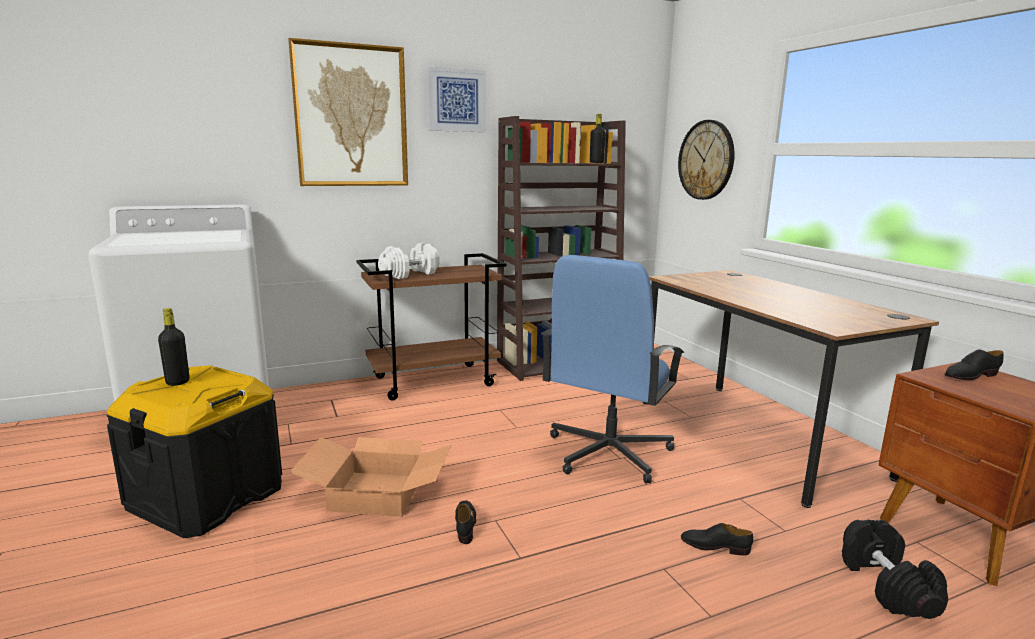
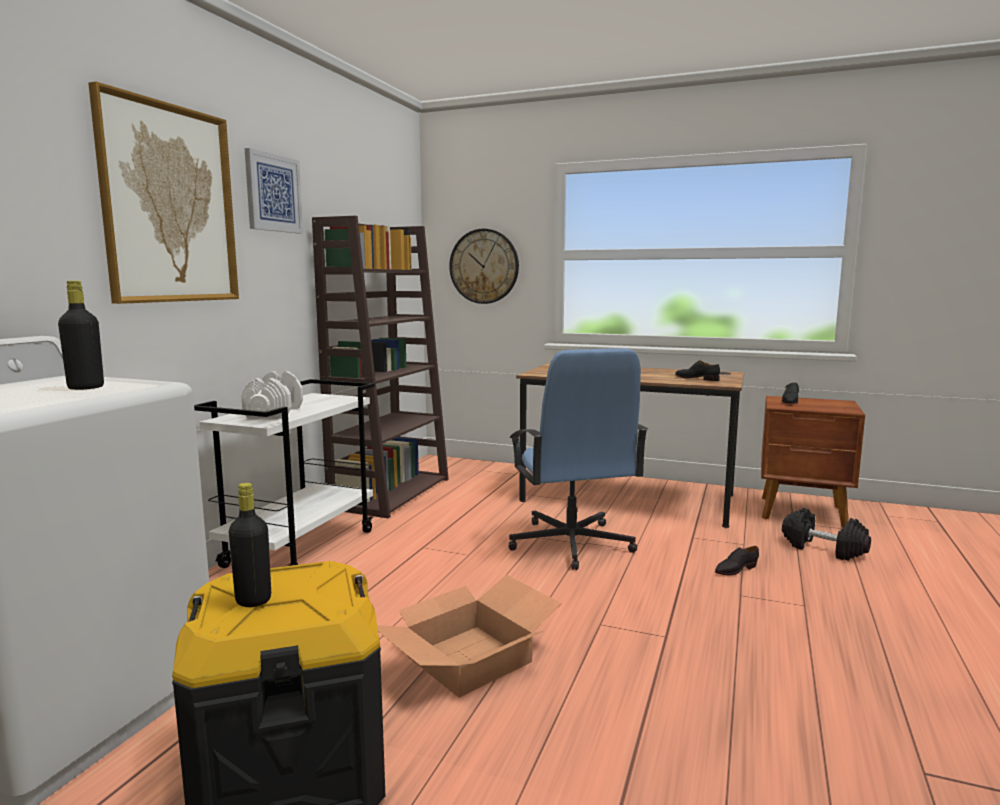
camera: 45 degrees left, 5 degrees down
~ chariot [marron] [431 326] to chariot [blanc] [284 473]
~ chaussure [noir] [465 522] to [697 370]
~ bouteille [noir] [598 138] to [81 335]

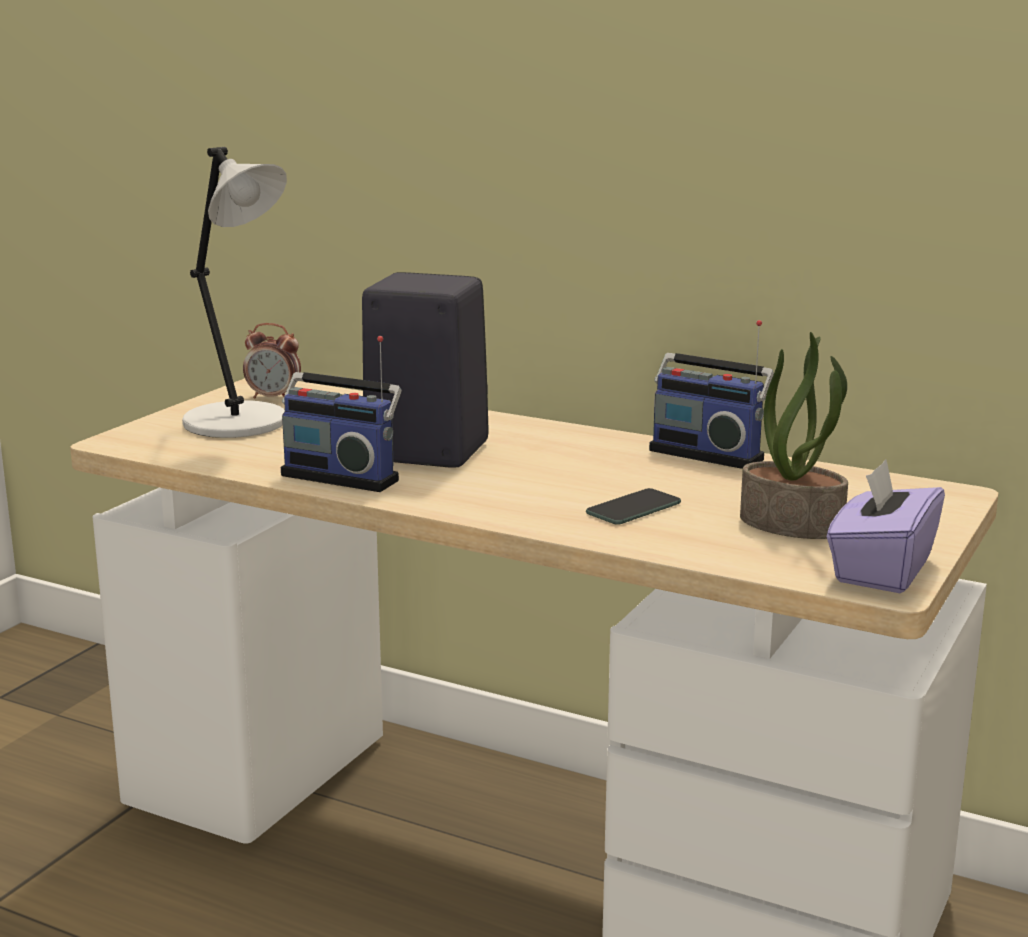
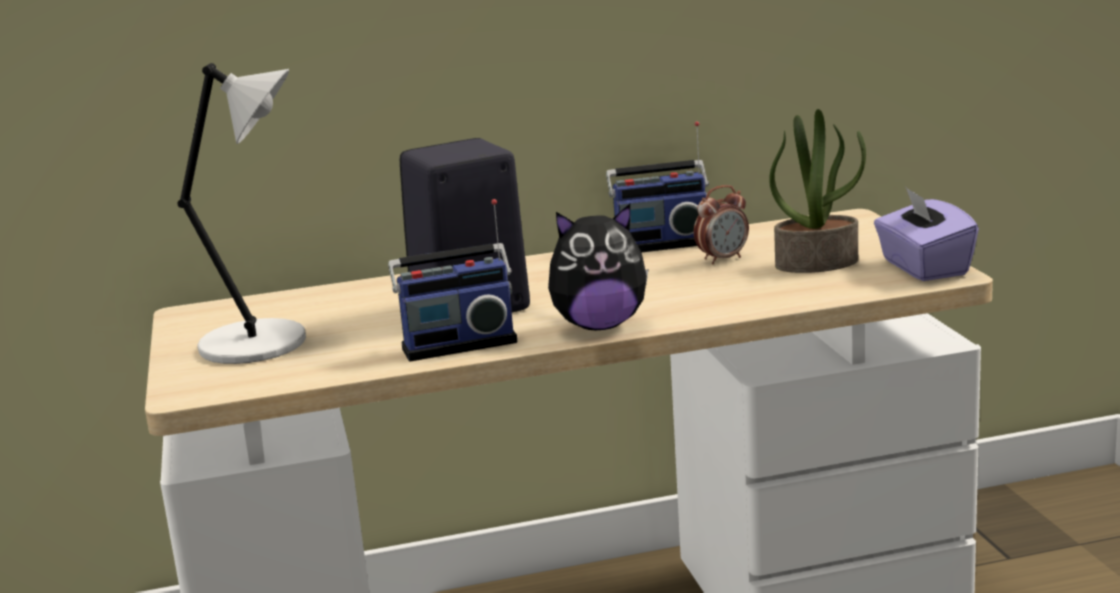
camera: 40 degrees left, 0 degrees up
~ réveil [272 361] to [721 224]
- téléphone [633 506]
+ peluche [598 267]

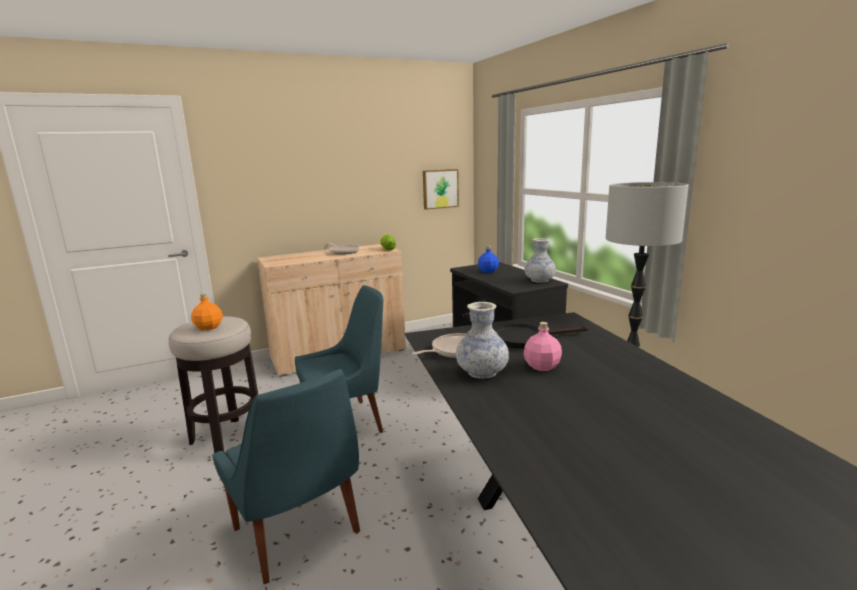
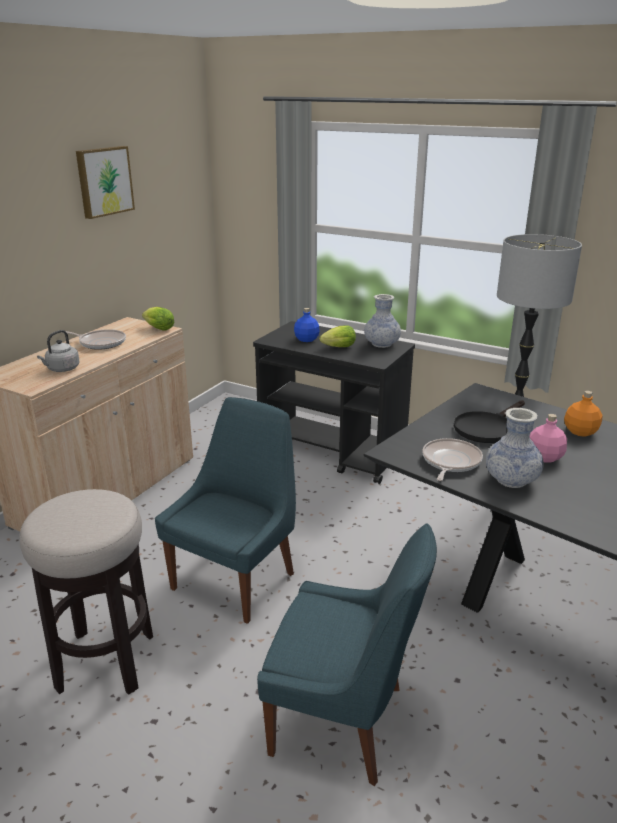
camera: 35 degrees left, 10 degrees up
~ bouteille [orange] [207 311] to [583 414]
~ tableau [441 189] to [105 182]
+ bouilloire [gris] [58 351]
+ laitue [338 336]

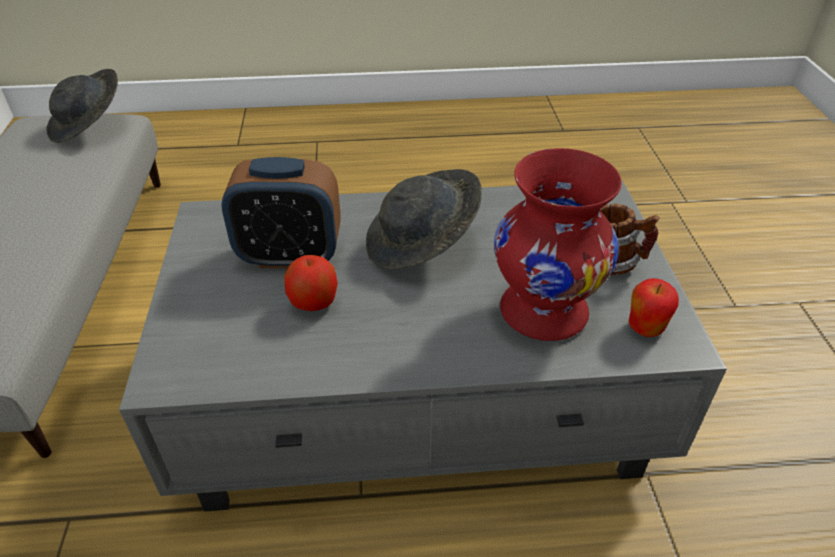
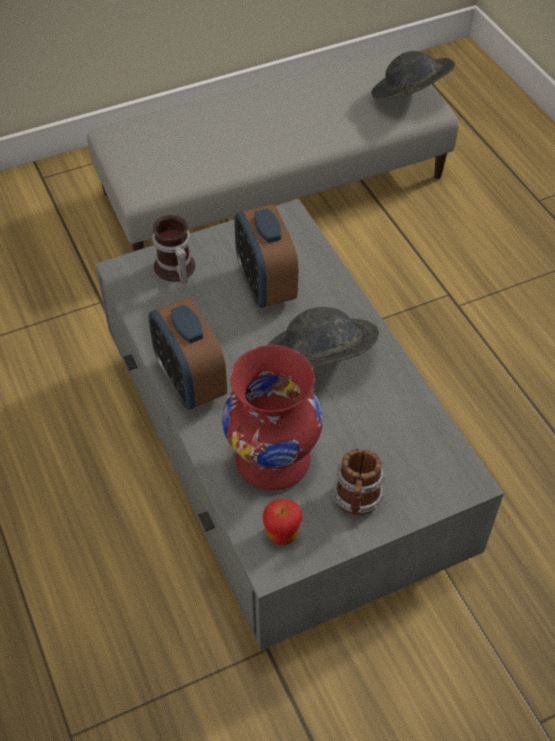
camera: 70 degrees right, 10 degrees up
- pomme [311 283]
+ réveil [187 353]
+ mug [173 249]

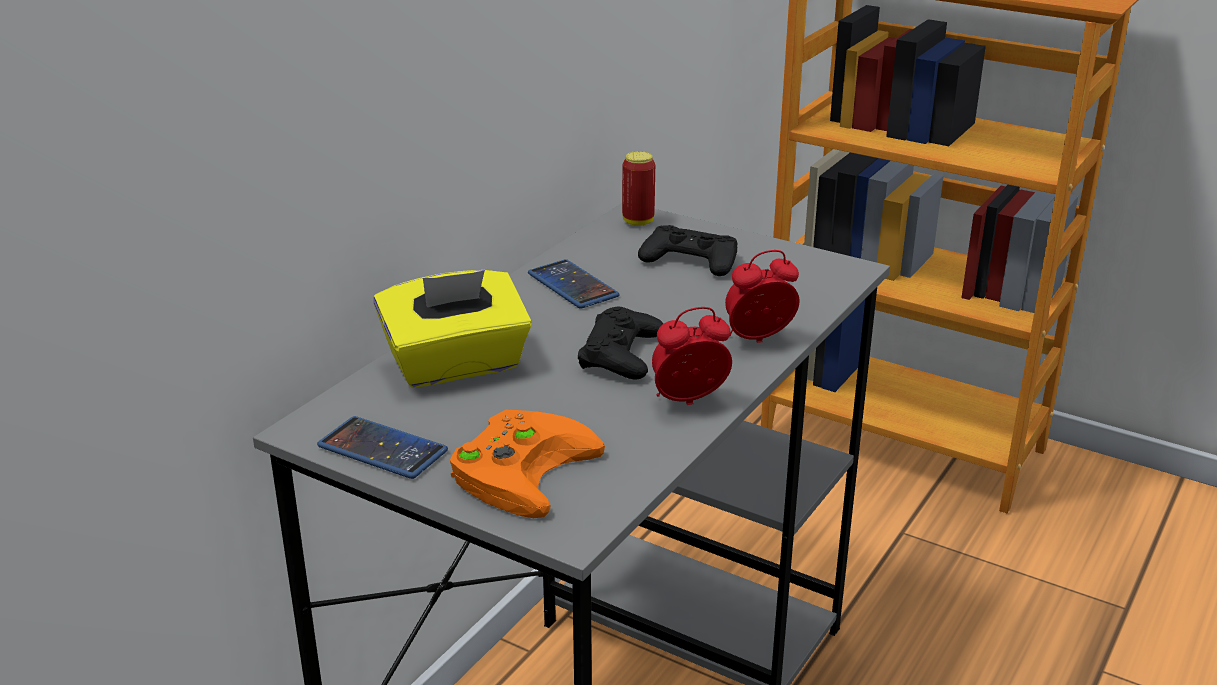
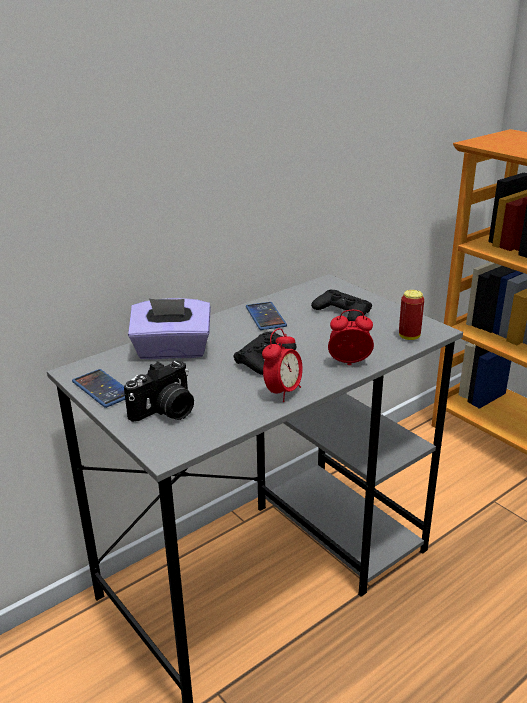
camera: 20 degrees right, 0 degrees up
~ boîte à mouchoirs [jaune] [453 329] to boîte à mouchoirs [violet] [169 328]
~ manette [orange] [527 464] to appareil photo [159 391]
~ boîte métallique [638 188] to [411 315]
~ réveil [692 356] = [282 365] 120 degrees clockwise

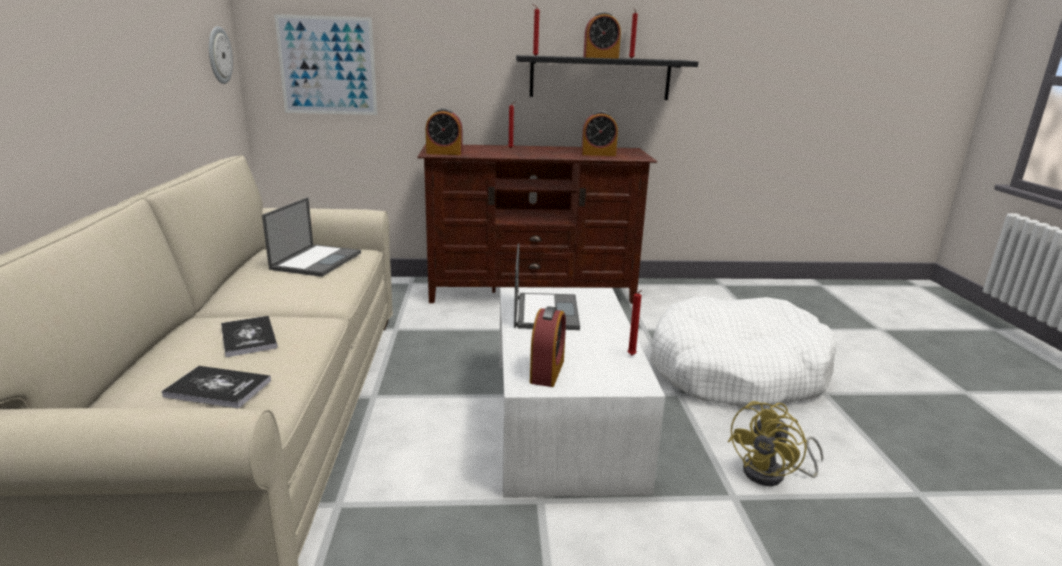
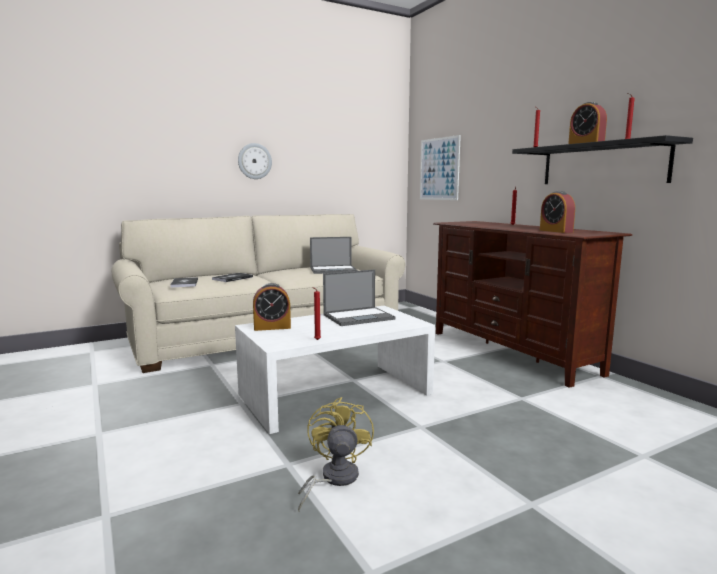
camera: 65 degrees right, 10 degrees down
~ horloge murale [221 55] to [255 161]
- réveil [444 131]
- panier pour chien [blanc] [743 352]
~ ventilateur [jaune] [775 443] = [336 454] 75 degrees clockwise

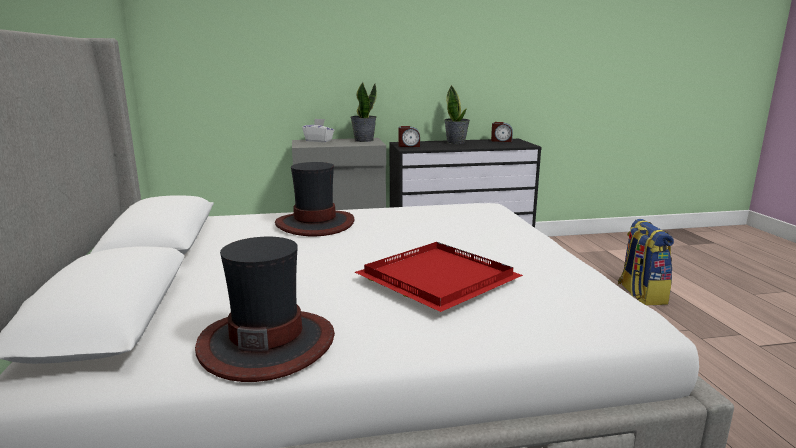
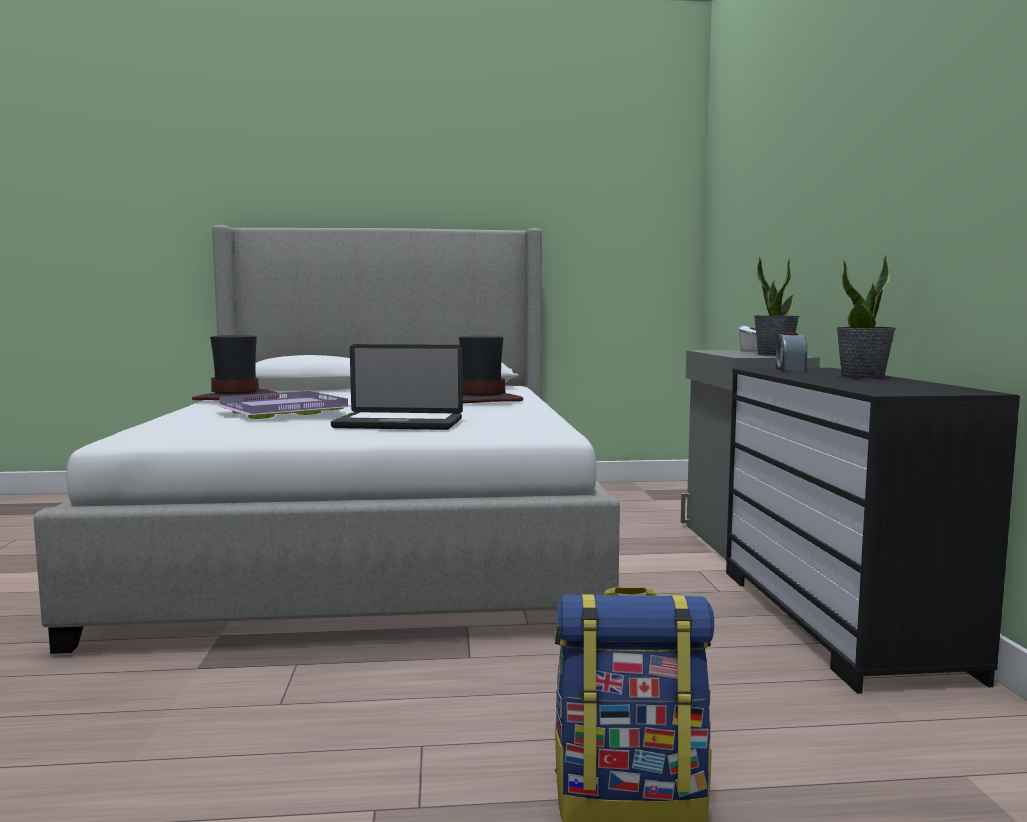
camera: 95 degrees right, 10 degrees down
~ plateau [rouge] [439 277] to plateau [violet] [282 405]
- réveil [502 132]
+ ordinateur portable [397 387]

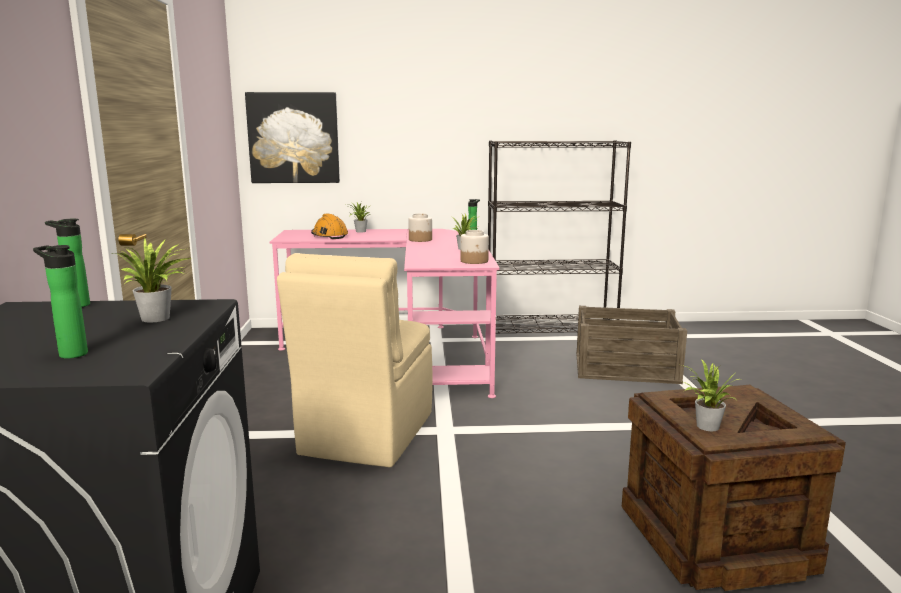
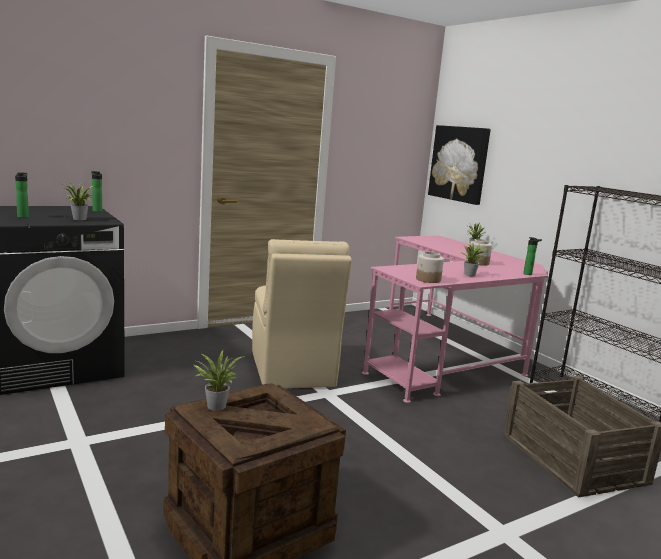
camera: 60 degrees right, 0 degrees up
~ chaise [beige] [354 360] = [302 313] 90 degrees counterclockwise
- casque de chantier [orange] [329 226]

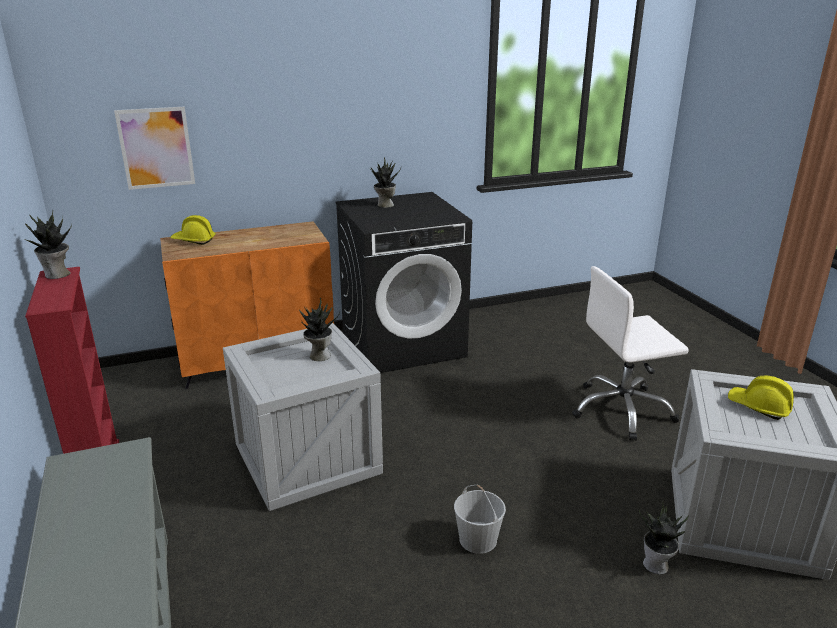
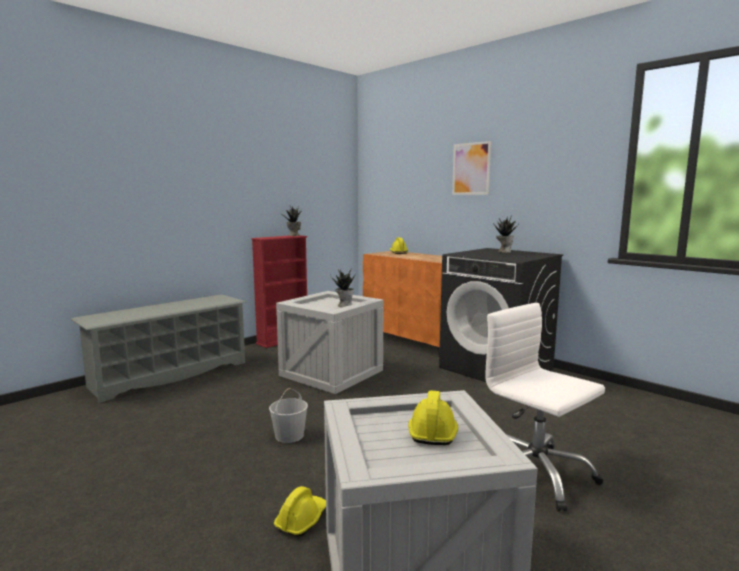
camera: 65 degrees right, 15 degrees down
~ tableau [154 148] to [471 168]
~ plante en pot [663 538] to casque de chantier [jaune] [300 511]

